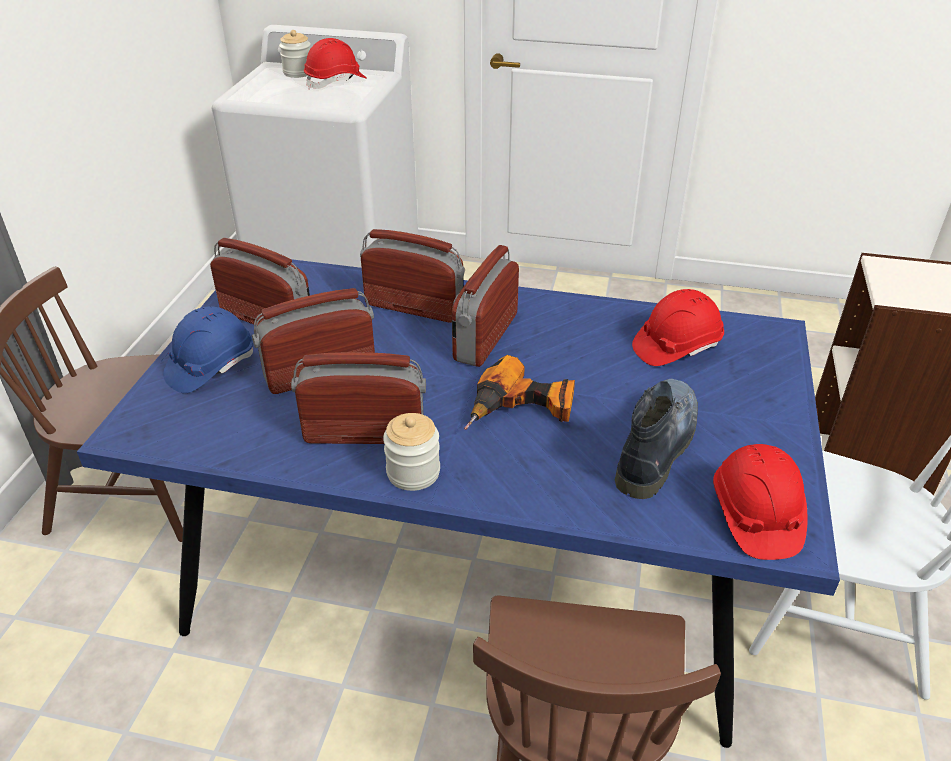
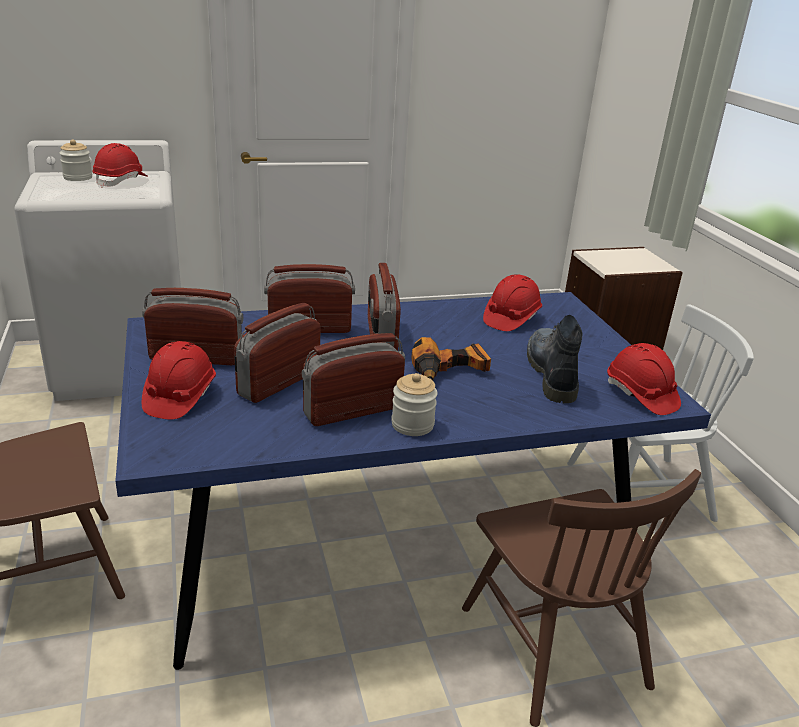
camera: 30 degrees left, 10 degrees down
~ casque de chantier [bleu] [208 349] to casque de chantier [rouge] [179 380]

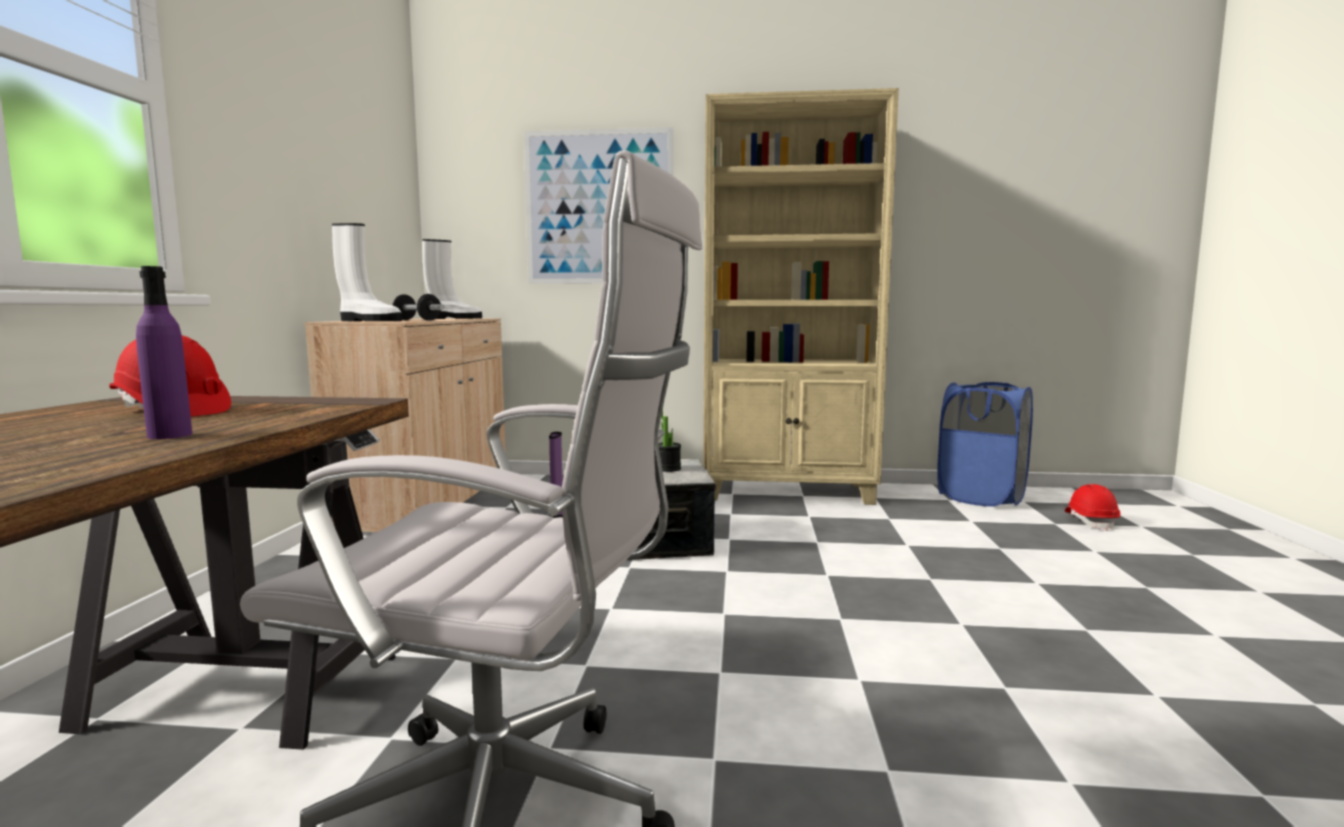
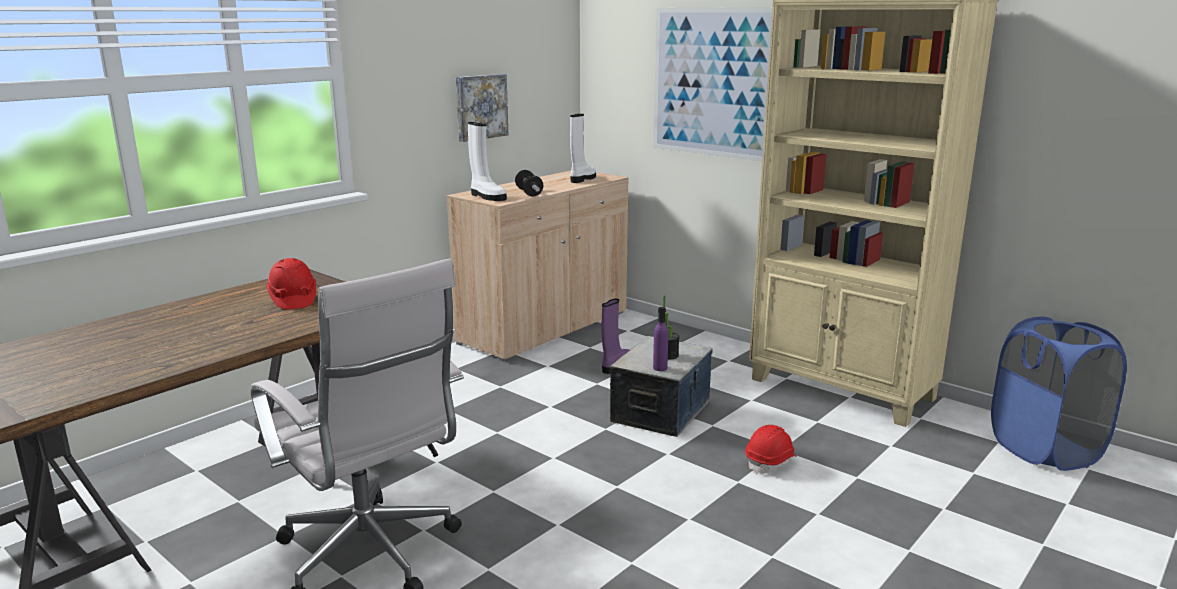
camera: 35 degrees right, 10 degrees up
~ bouteille [violet] [164 352] to [660 339]
~ botte [blanc] [452 279] = [583 148] 75 degrees counterclockwise
~ casque de chantier [rouge] [1093 507] to [771 450]
+ tableau [482 108]

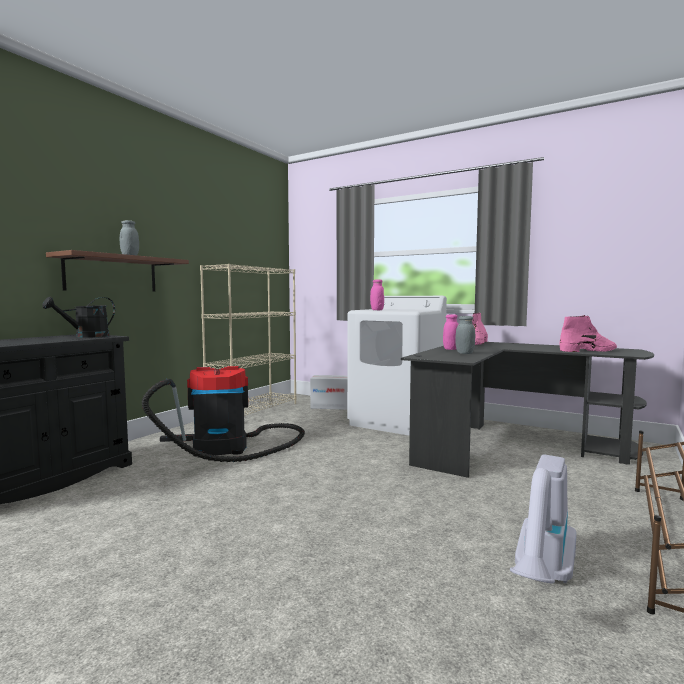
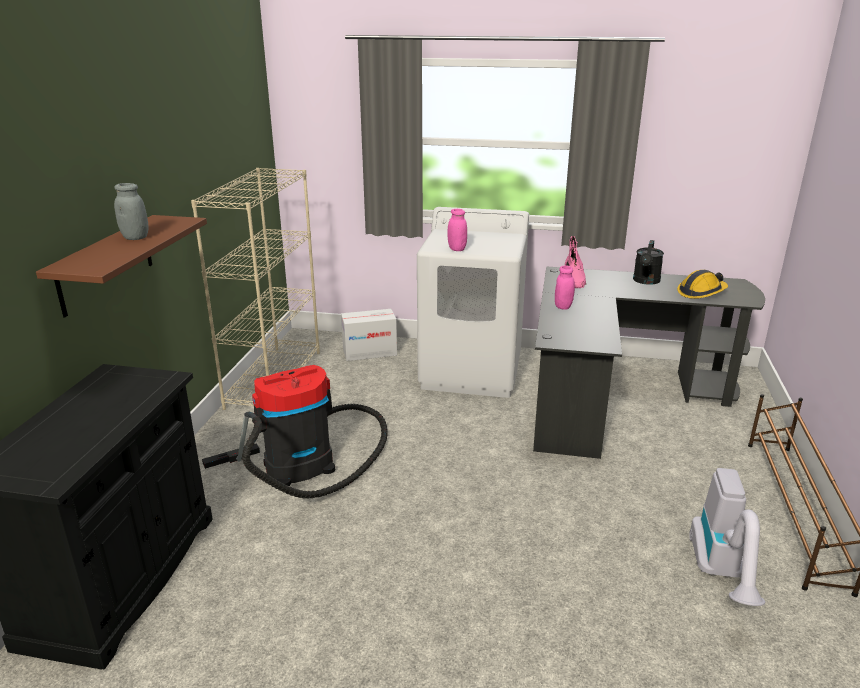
camera: 20 degrees left, 20 degrees up
~ arrosoir [noir] [78 317] to [648 262]
- bocal [gris] [465 335]
~ botte [rose] [588 333] to casque de chantier [702 284]

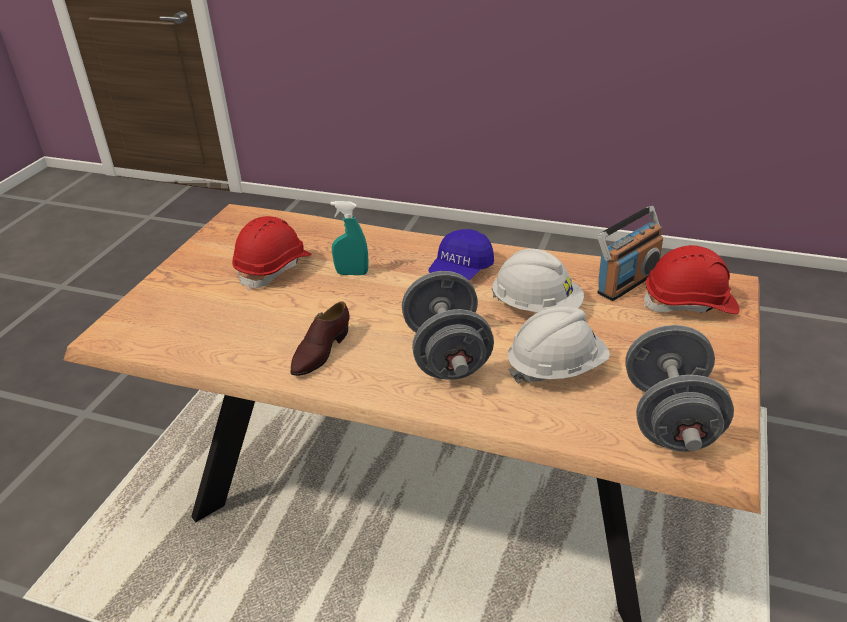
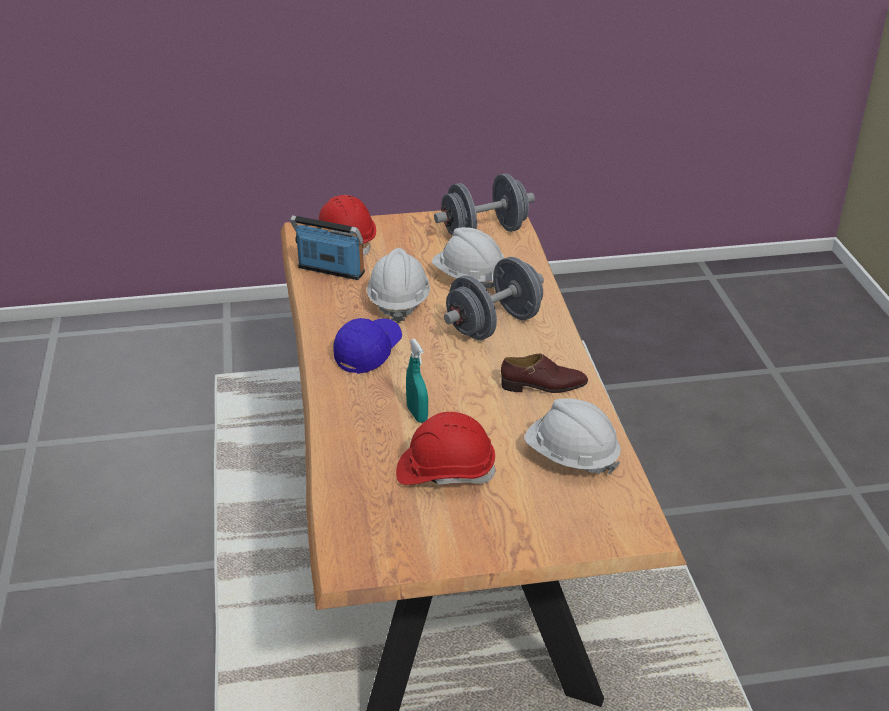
camera: 120 degrees left, 0 degrees up
~ casquette [bleu] [461 254] = [367 346] 60 degrees counterclockwise
+ casque de chantier [blanc] [572 436]

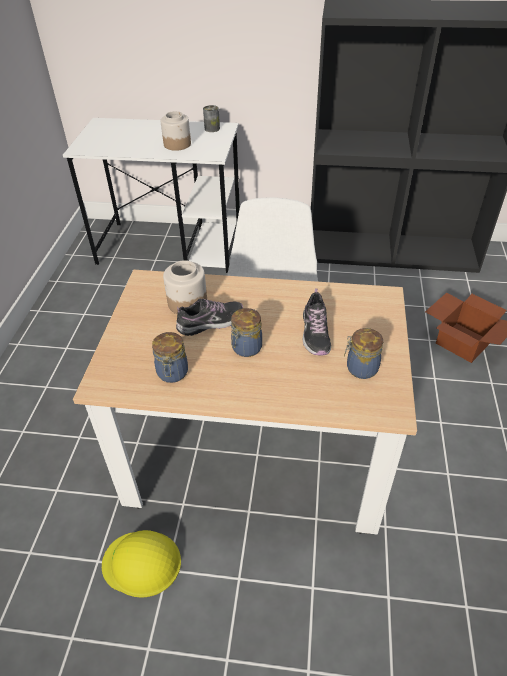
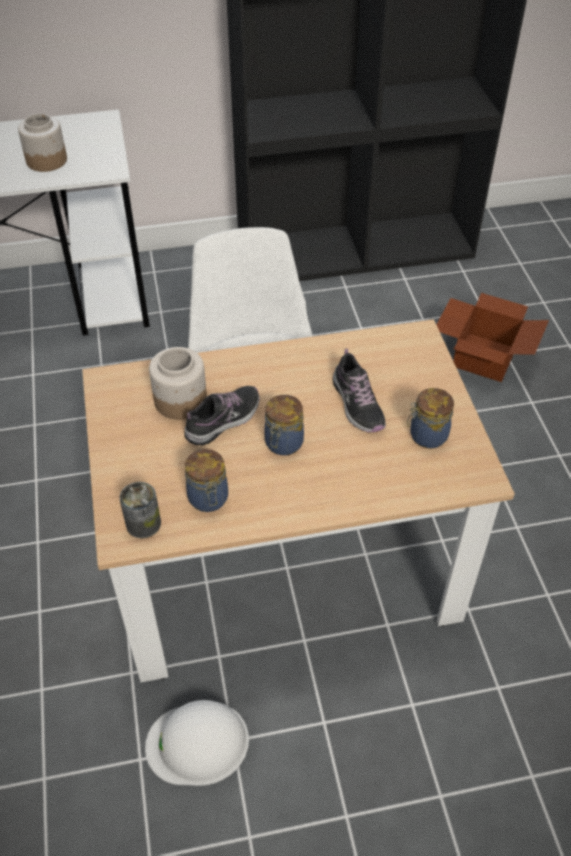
camera: 20 degrees left, 5 degrees up
~ casque de chantier [jaune] [141 564] to casque de chantier [blanc] [197 743]
~ boîte métallique [211 118] to [140 510]

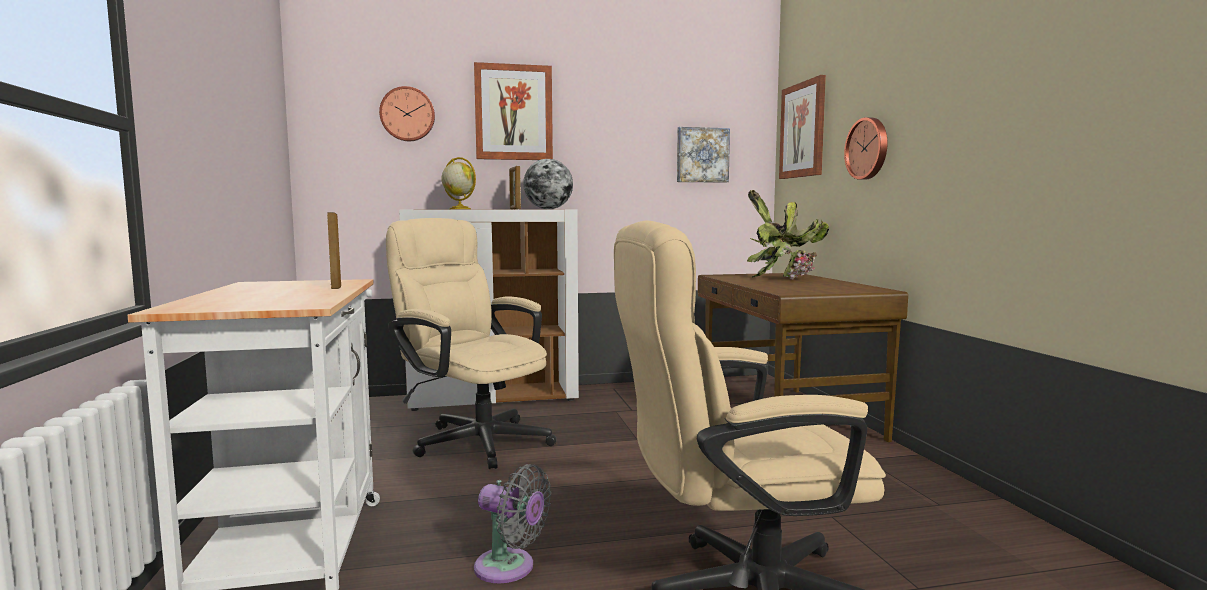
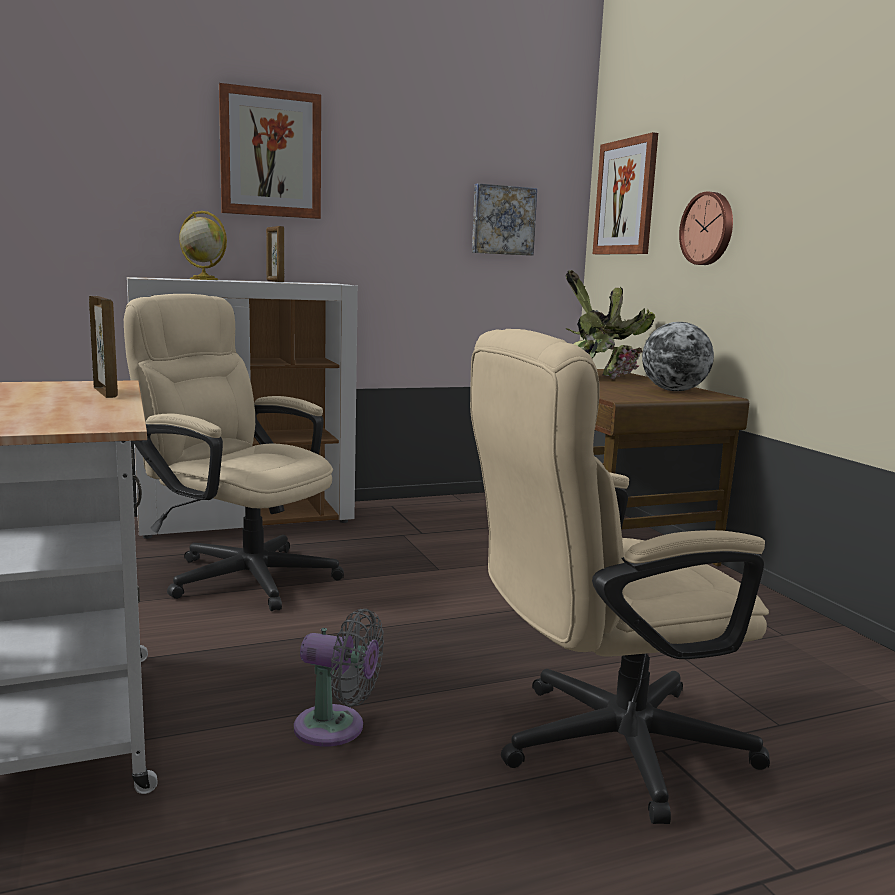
camera: 10 degrees left, 5 degrees up
- horloge murale [407 113]
~ globe [548 184] to [678 356]

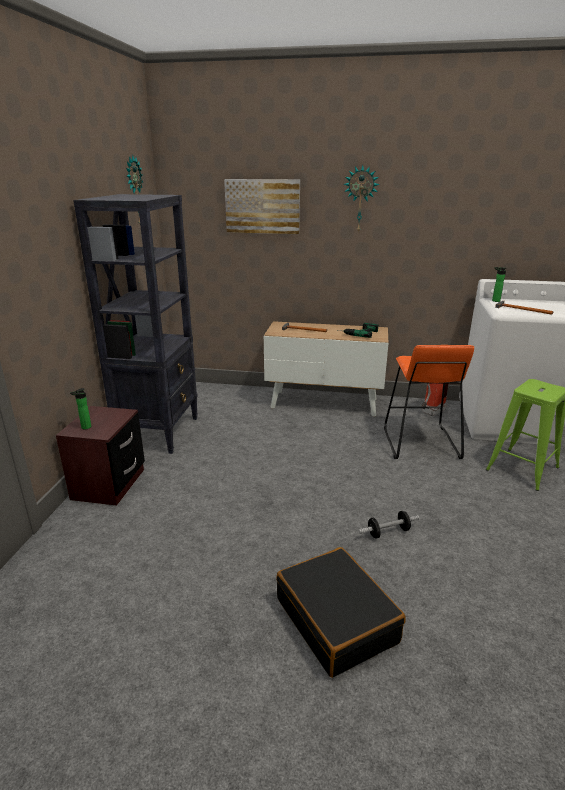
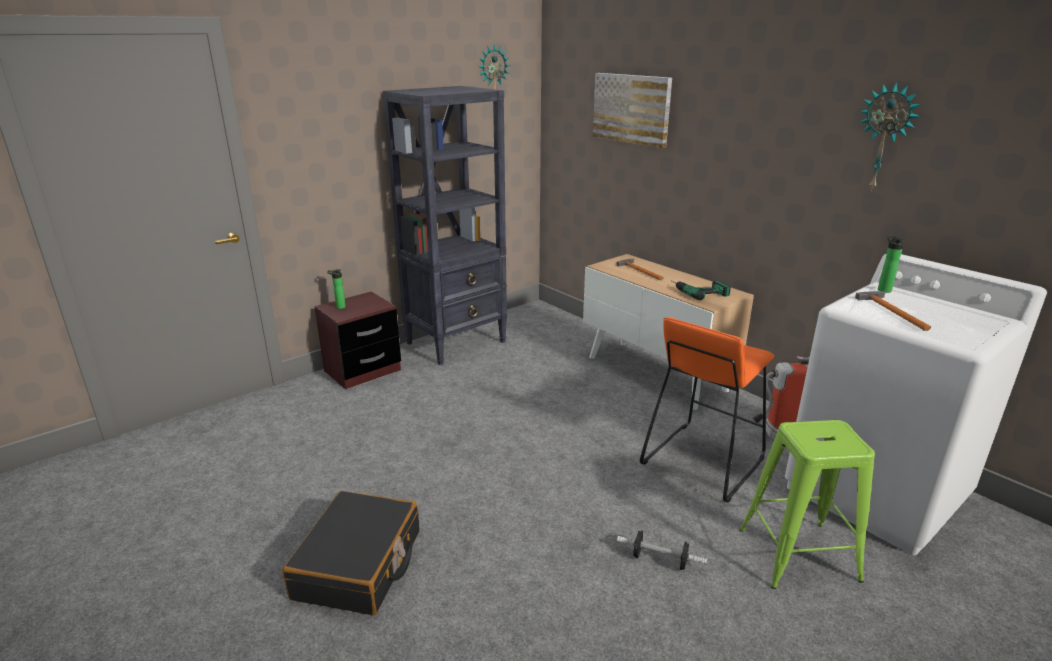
camera: 40 degrees right, 0 degrees up
~ horloge murale [362 199] to [890 136]
~ haltère [388 525] to [662 550]

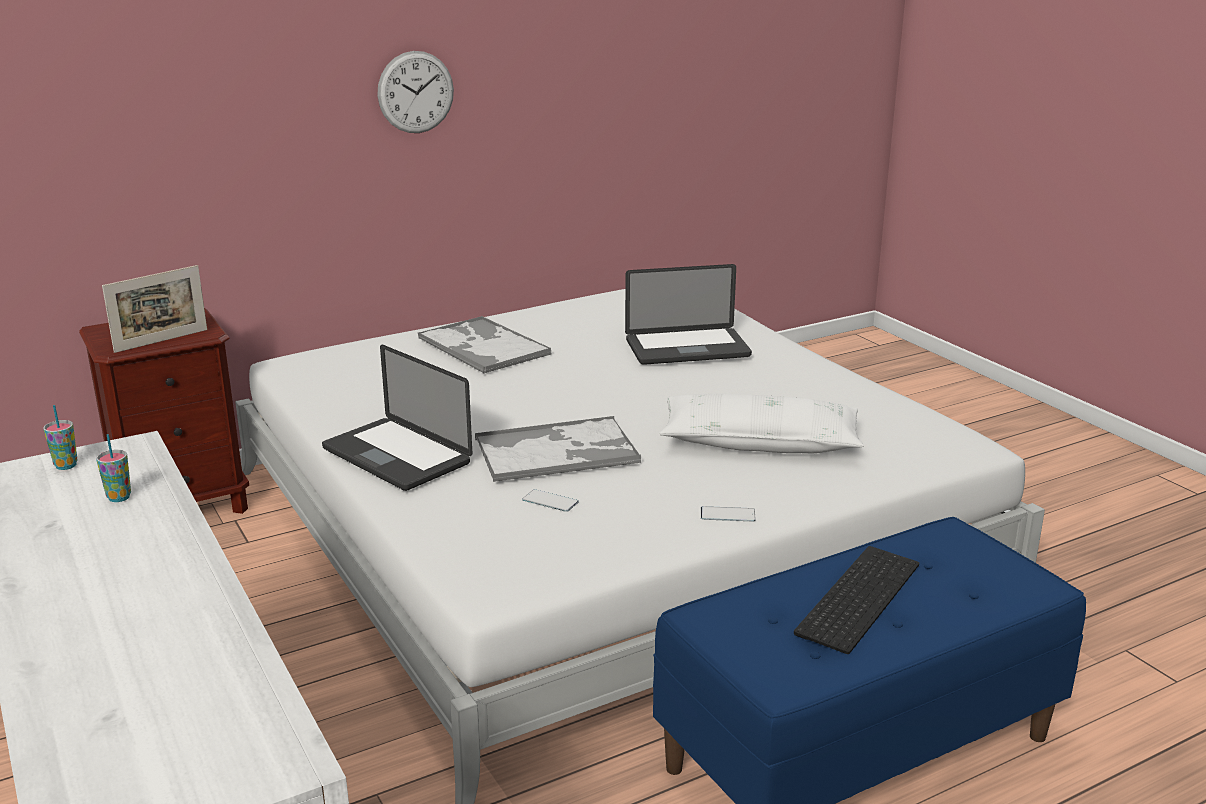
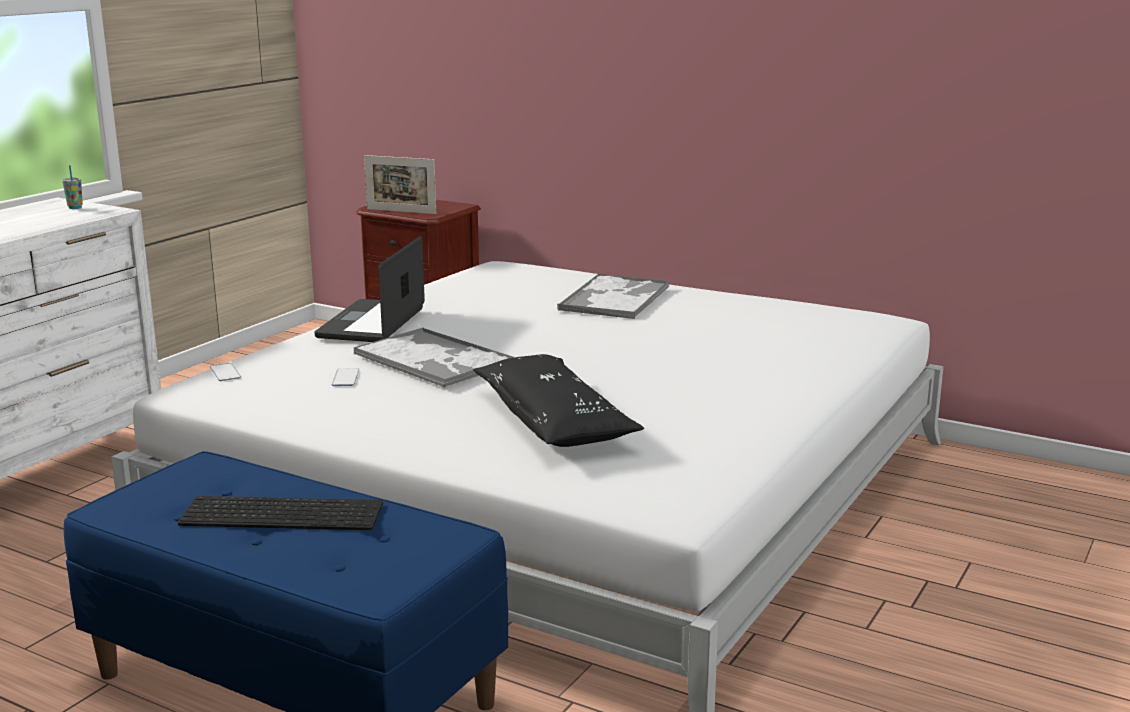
camera: 60 degrees right, 5 degrees down
- tasse [113 468]
- horloge murale [415 92]
- ordinateur portable [688 314]
~ coussin [blanc] [761 423] to coussin [noir] [558 400]
~ téléphone [728 513] to [225 372]

